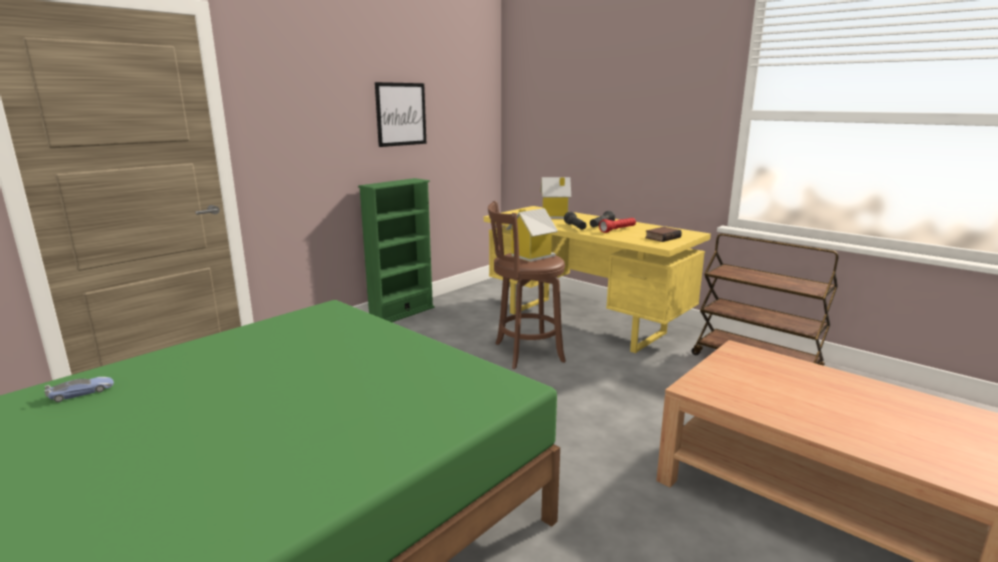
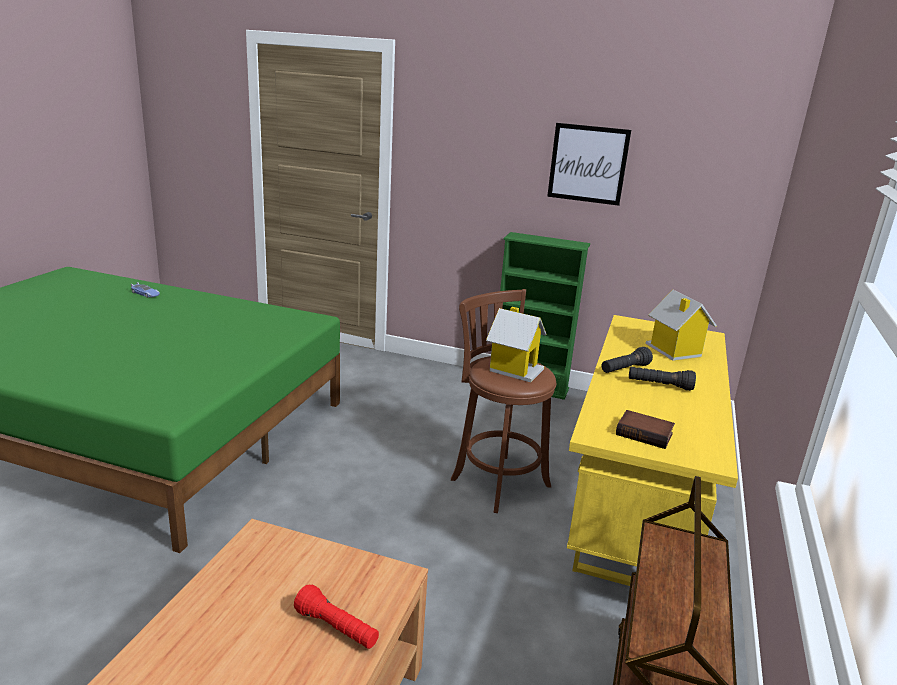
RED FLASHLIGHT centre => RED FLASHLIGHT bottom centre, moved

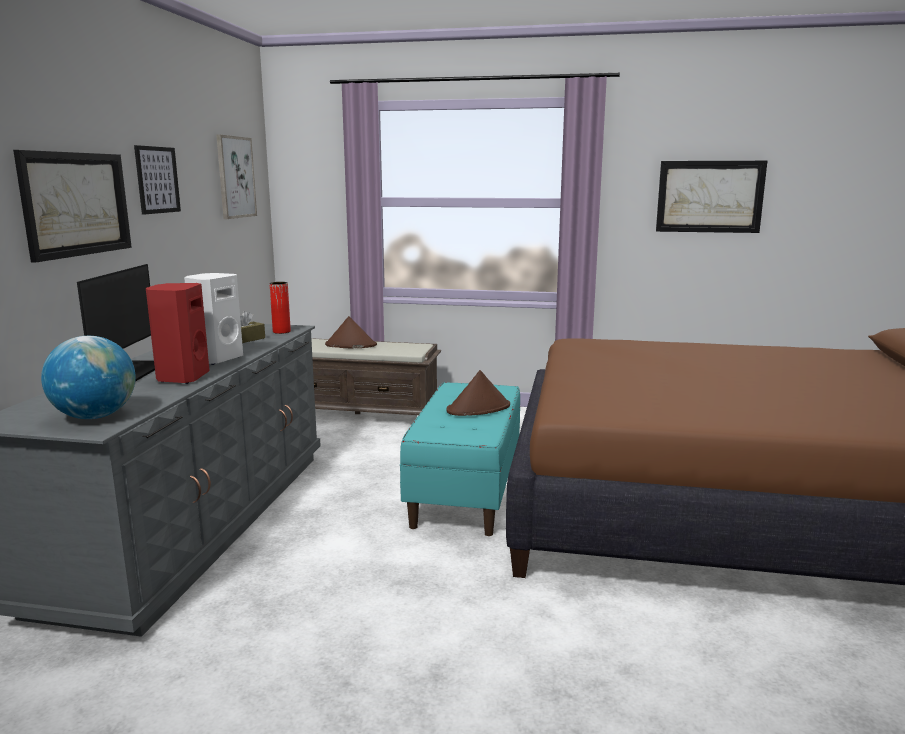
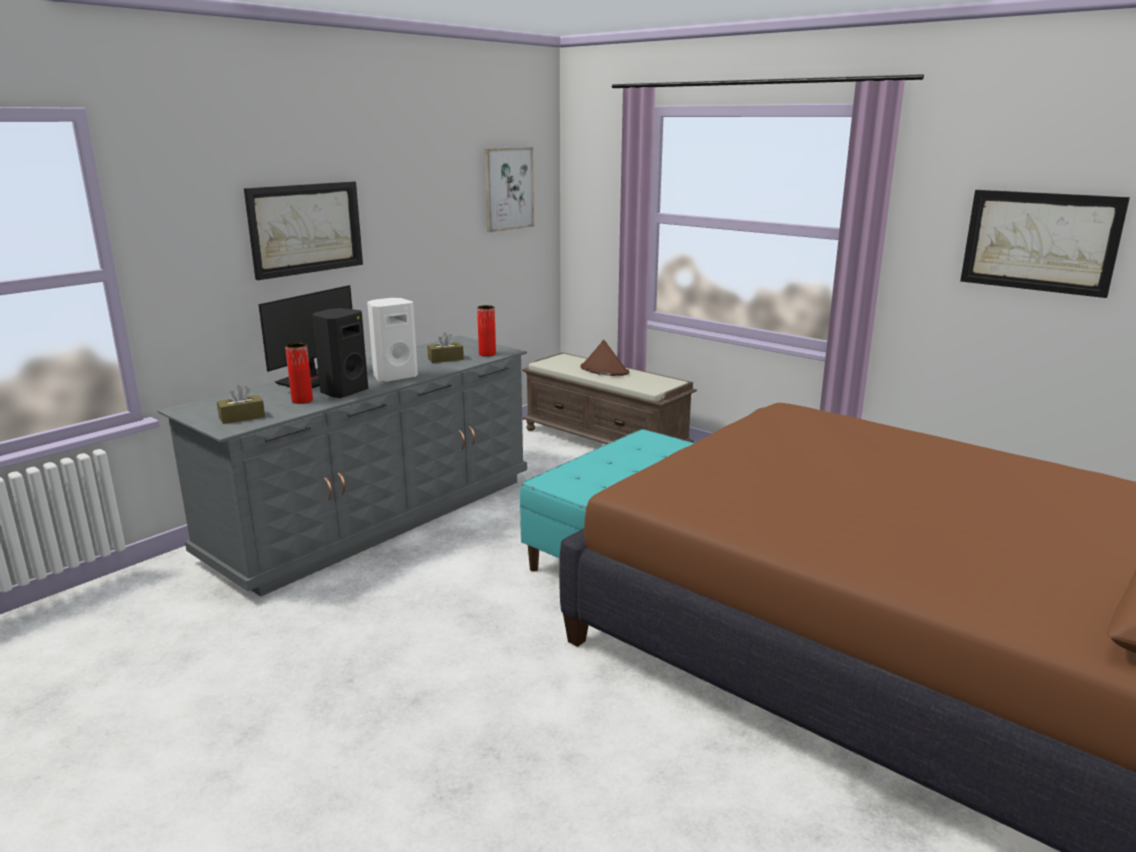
GLOBE middle left => BROWN TISSUE BOX (1st from left) middle left
PICTURE (2nd from left) top left => nothing
RED SPEAKER middle left => BLACK SPEAKER middle left
BROWN HAT (2nd from left) centre => nothing
nothing => RED VASE (1st from left) middle left

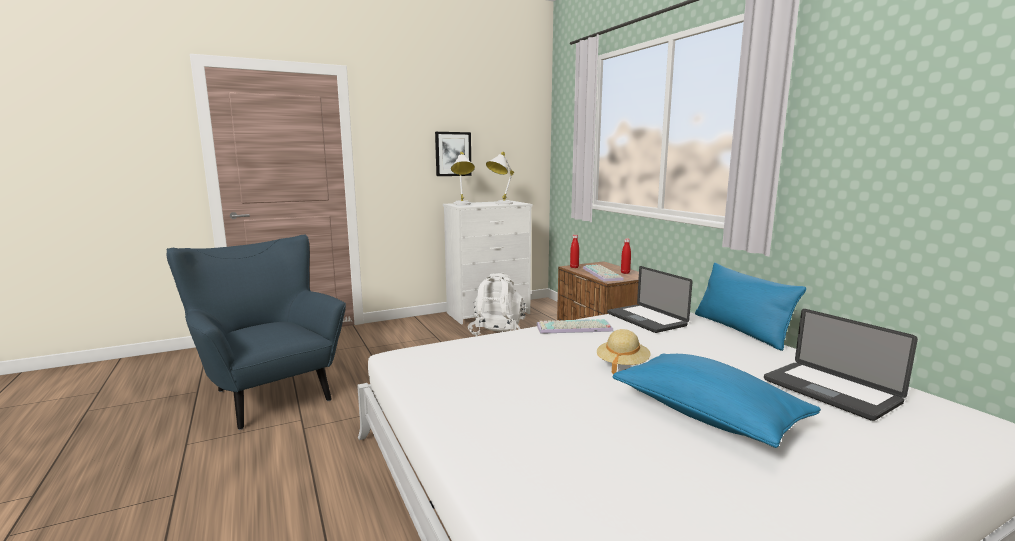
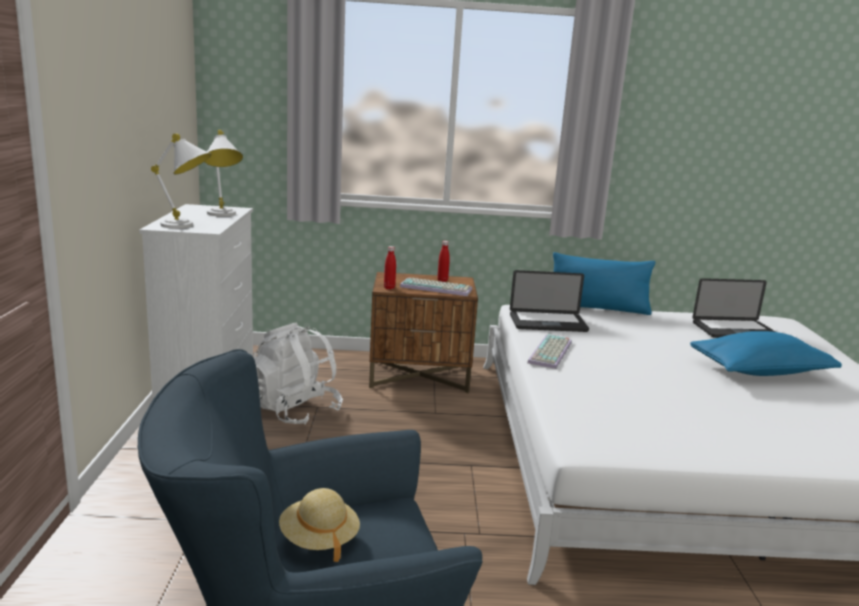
PICTURE top centre => nothing
BEIGE HAT centre => BEIGE HAT bottom centre, moved

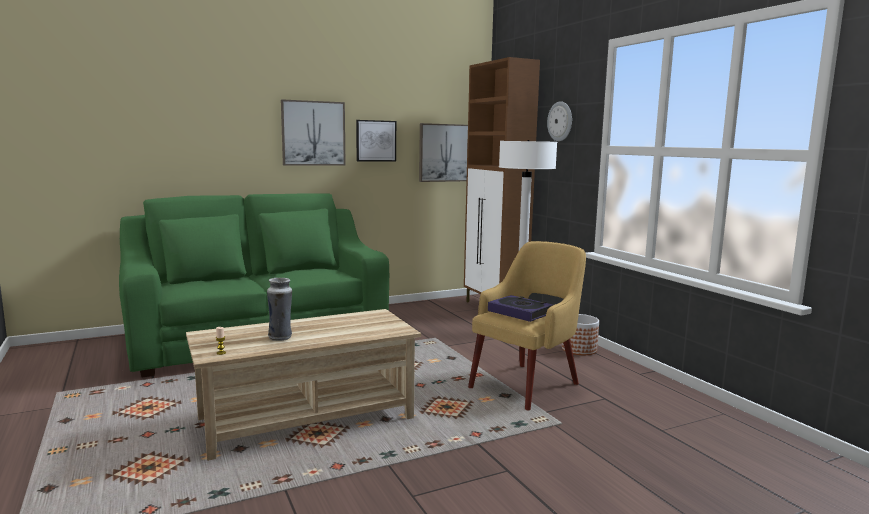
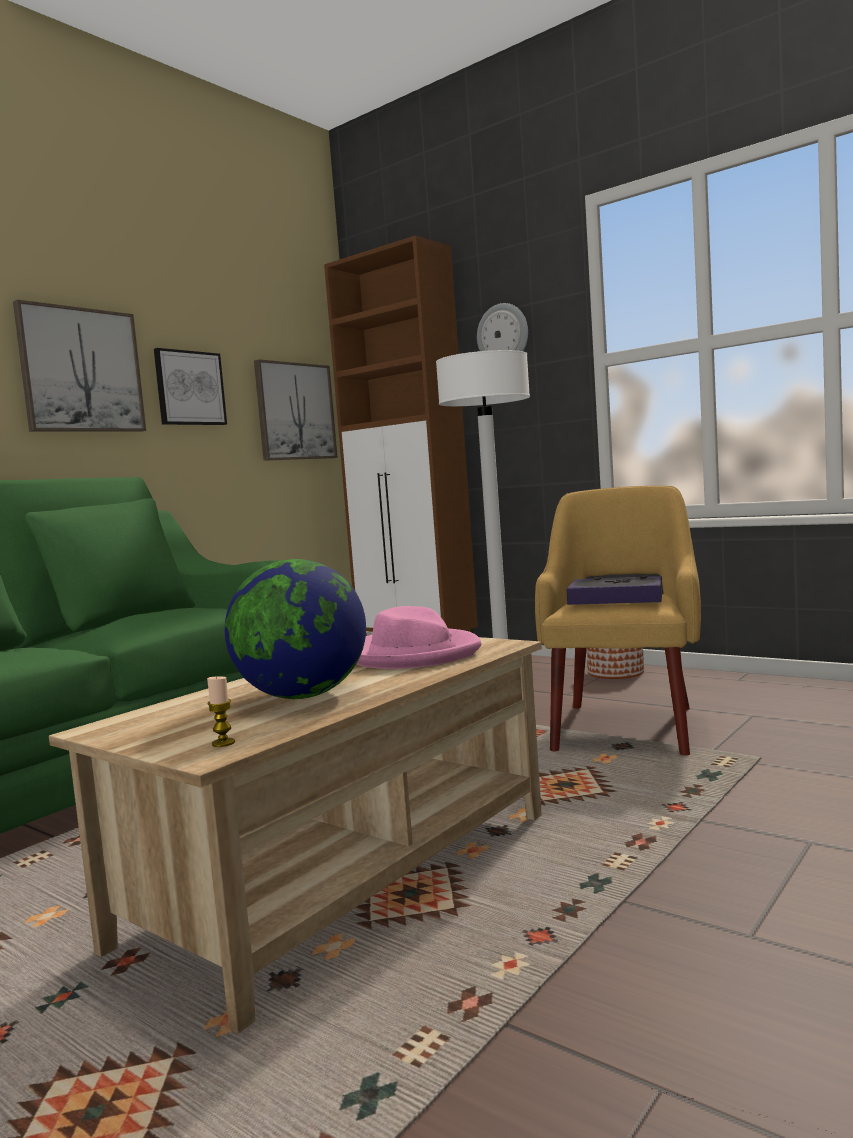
VASE middle left => GLOBE centre
nothing => PINK HAT centre

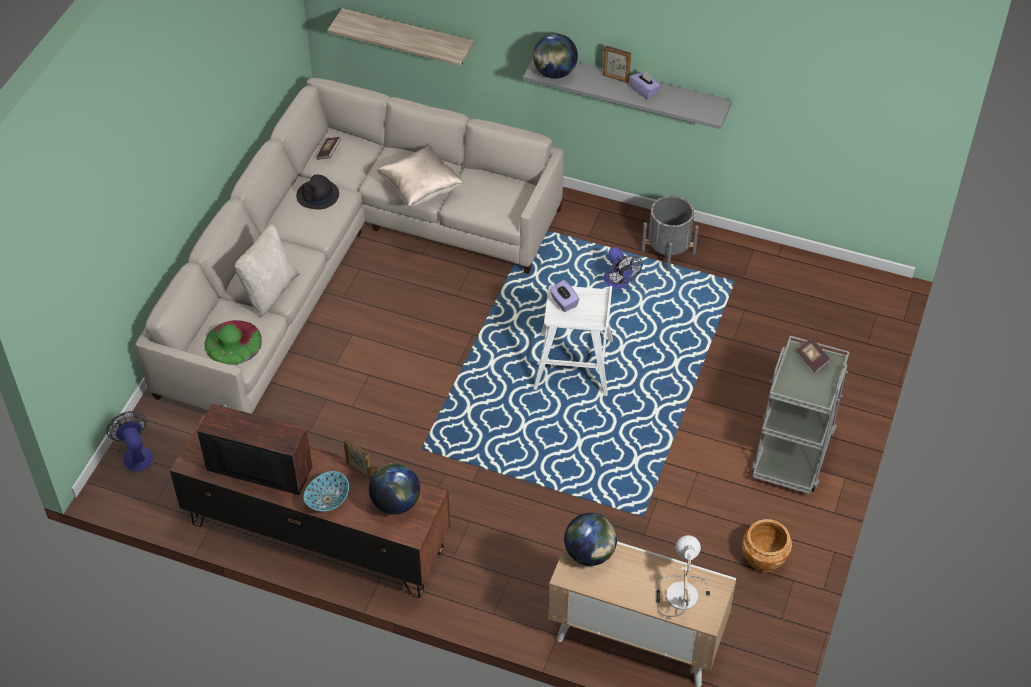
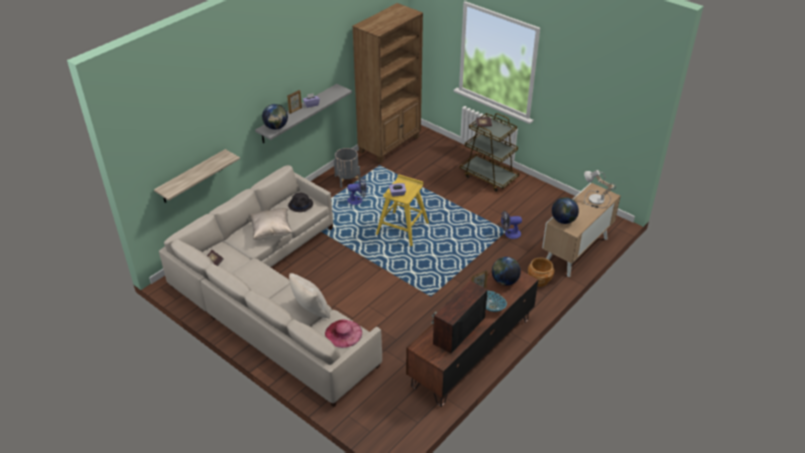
FAN (1st from left in the first image) middle left => FAN (2nd from left) centre, moved
GREEN HAT middle left => PINK HAT bottom centre
BLACK HAT top left => BLACK HAT centre, moved
WHITE STOOL centre => YELLOW STOOL centre
BROWN PLANTER bottom right => BROWN PLANTER middle right, moved
GREY CART middle right => BROWN CART centre
nothing => BROWN BOOKCASE top centre

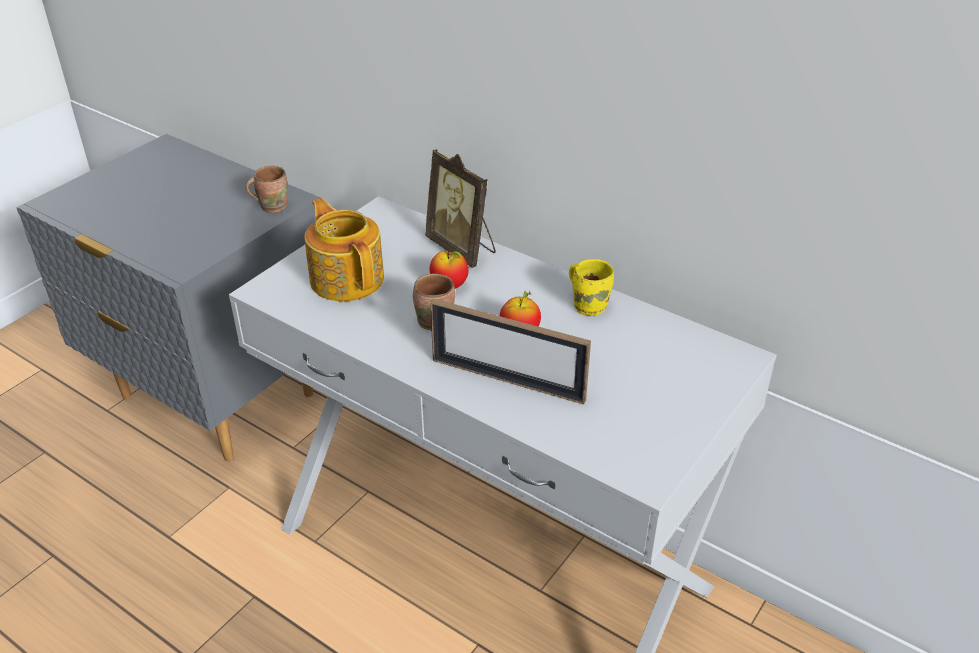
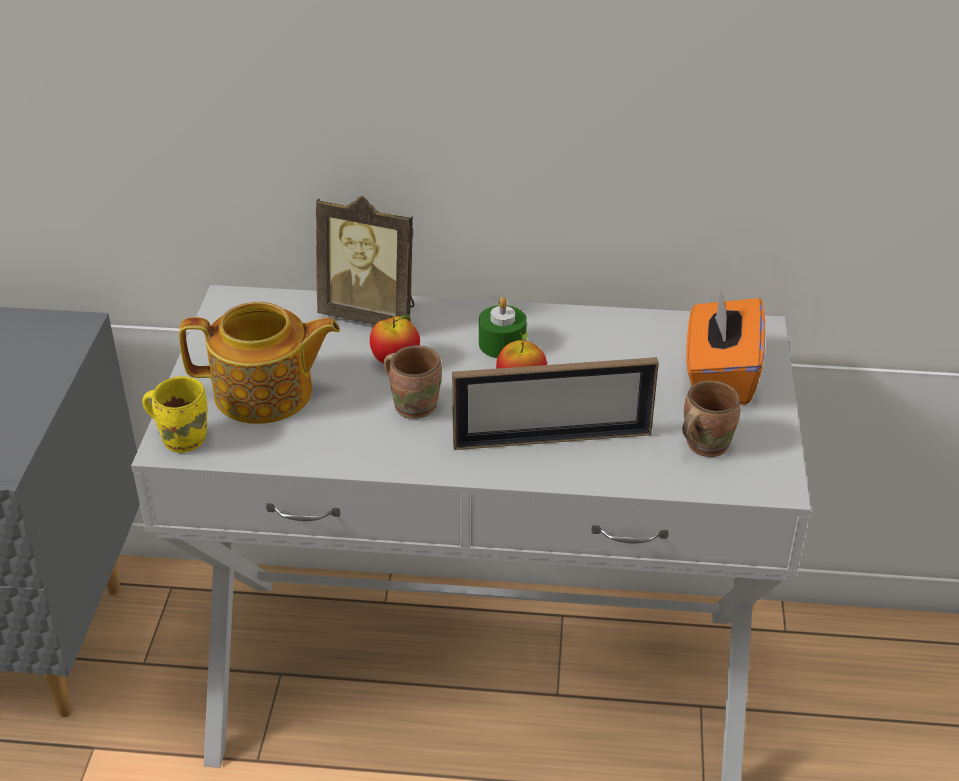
BROWN MUG (1st from left in the first image) top left => BROWN MUG (2nd from left) middle right, moved
TEAPOT centre => TEAPOT middle left, 150 degrees clockwise
YELLOW MUG centre => YELLOW MUG middle left, moved
nothing => GREEN CANDLE centre
nothing => ORANGE TISSUE BOX middle right

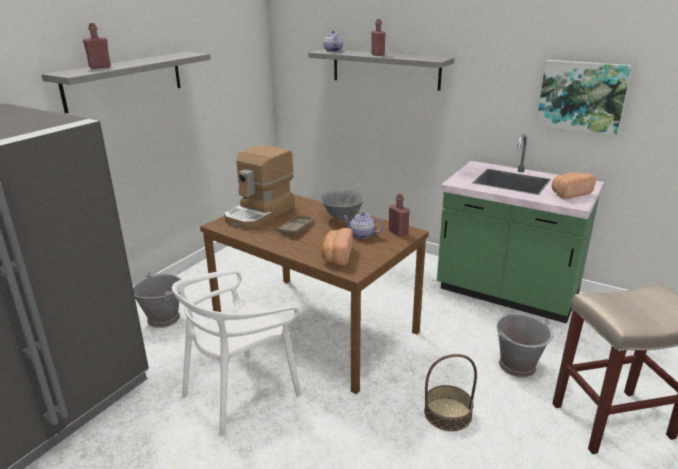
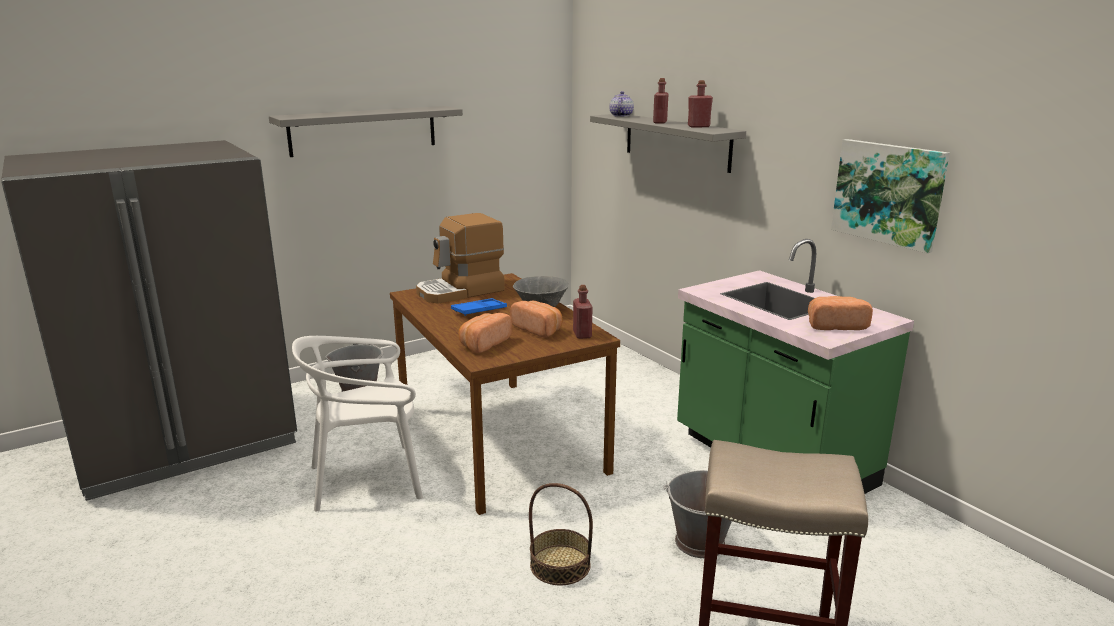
RED BOTTLE (1st from left in the first image) top left => RED BOTTLE (3rd from left) top centre, moved
BROWN TRAY centre => BLUE TRAY centre
TEAPOT (2nd from left) centre => BREAD (2nd from left) centre

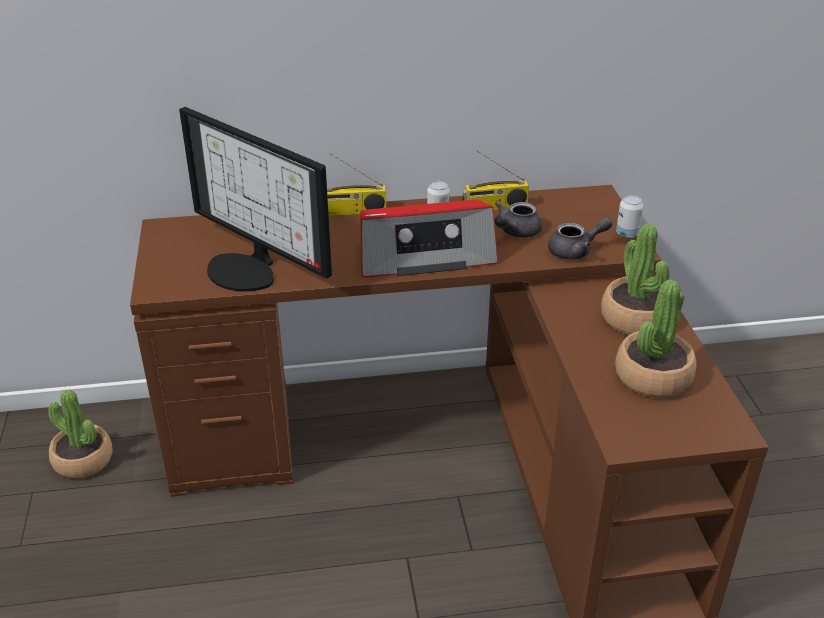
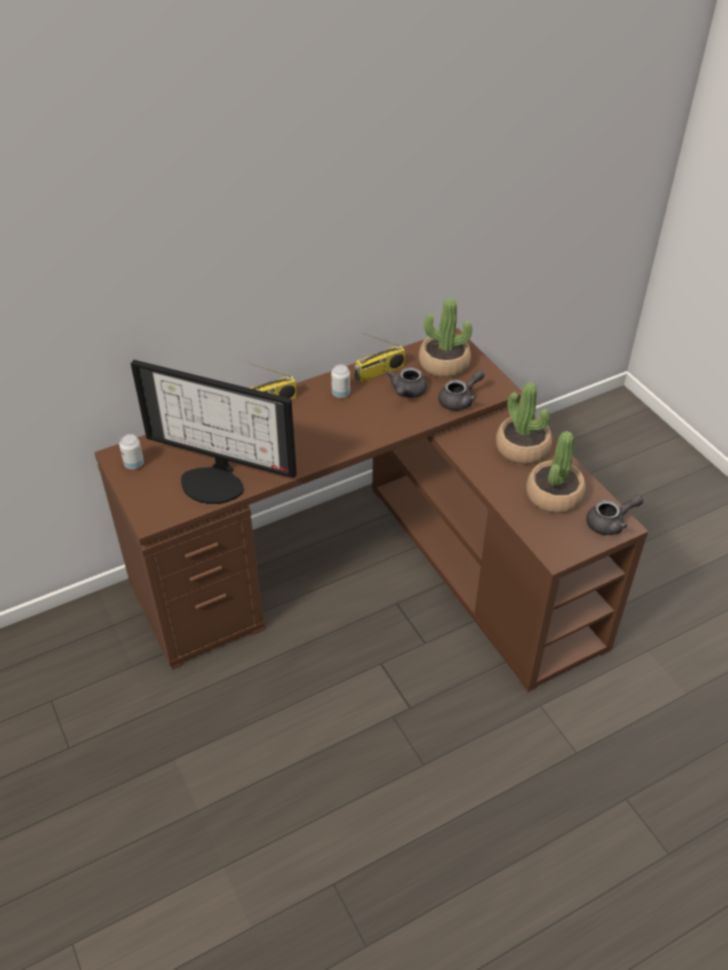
POTTED PLANT (1st from left) bottom left => POTTED PLANT (1st from left) centre, moved
RADIO (2nd from left) centre => nothing
CAN (2nd from left in the first image) middle right => CAN (1st from left) middle left, moved
nothing => GREY TEAPOT (3rd from left) middle right

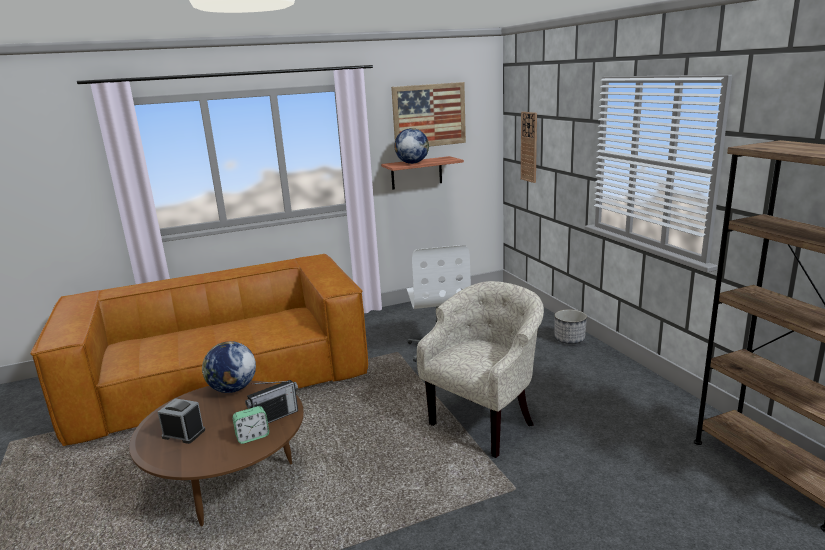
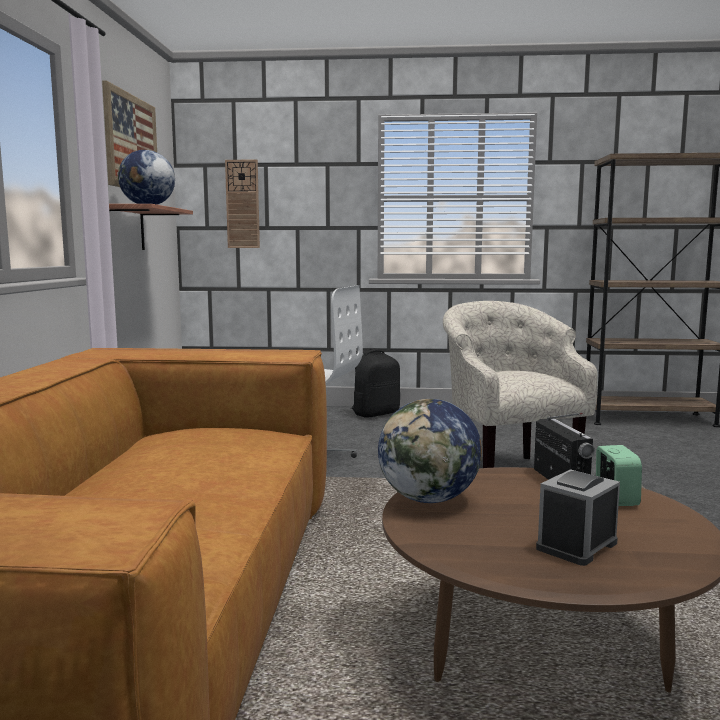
PLANTER middle right => BLACK BACKPACK centre

